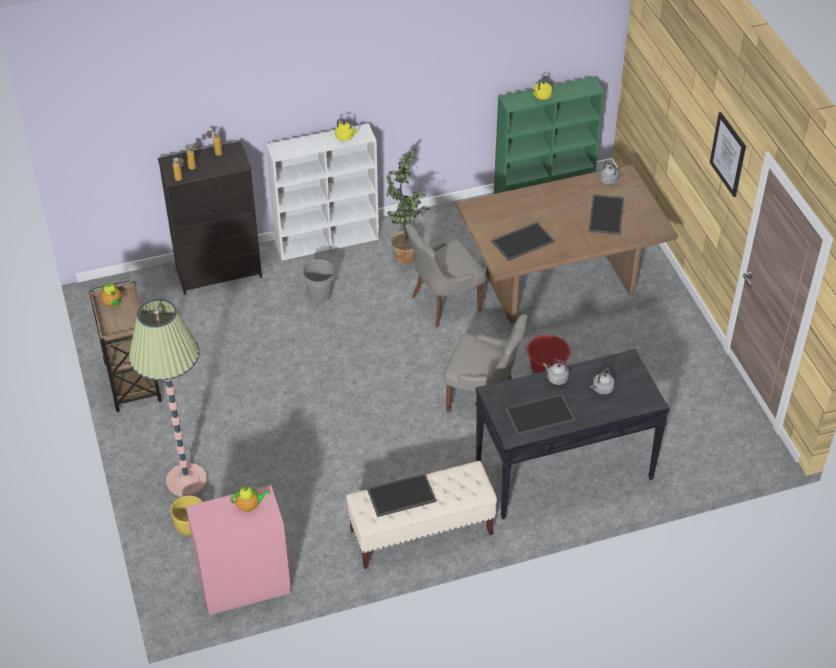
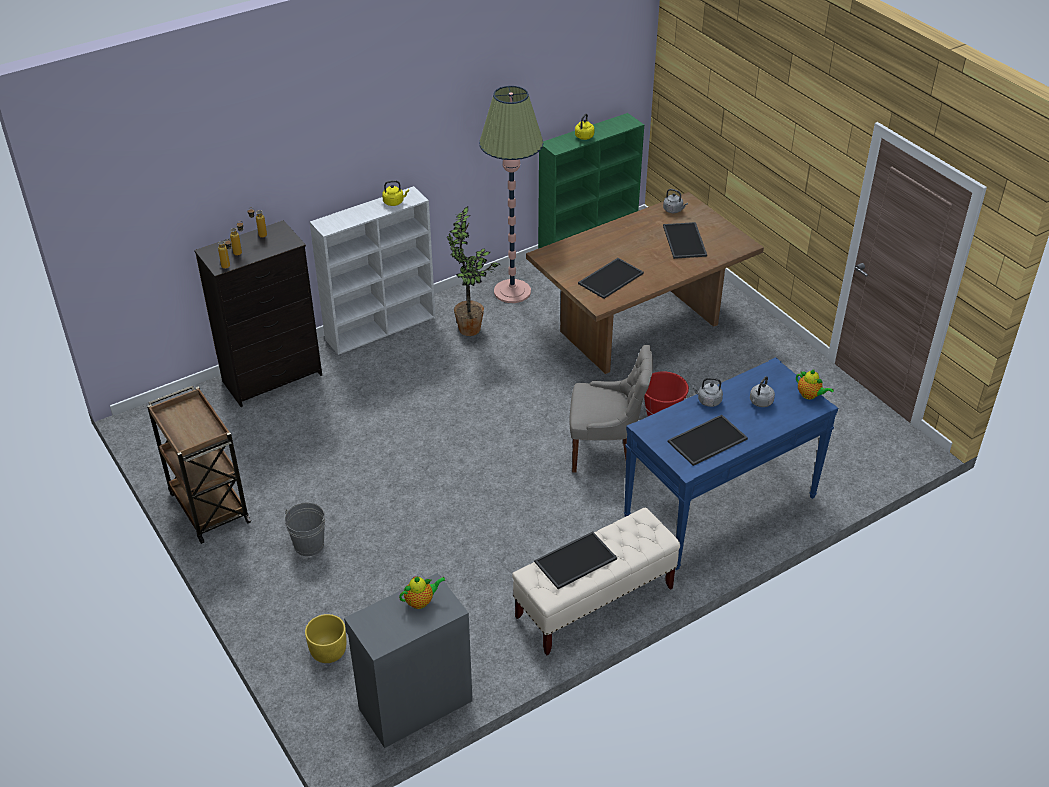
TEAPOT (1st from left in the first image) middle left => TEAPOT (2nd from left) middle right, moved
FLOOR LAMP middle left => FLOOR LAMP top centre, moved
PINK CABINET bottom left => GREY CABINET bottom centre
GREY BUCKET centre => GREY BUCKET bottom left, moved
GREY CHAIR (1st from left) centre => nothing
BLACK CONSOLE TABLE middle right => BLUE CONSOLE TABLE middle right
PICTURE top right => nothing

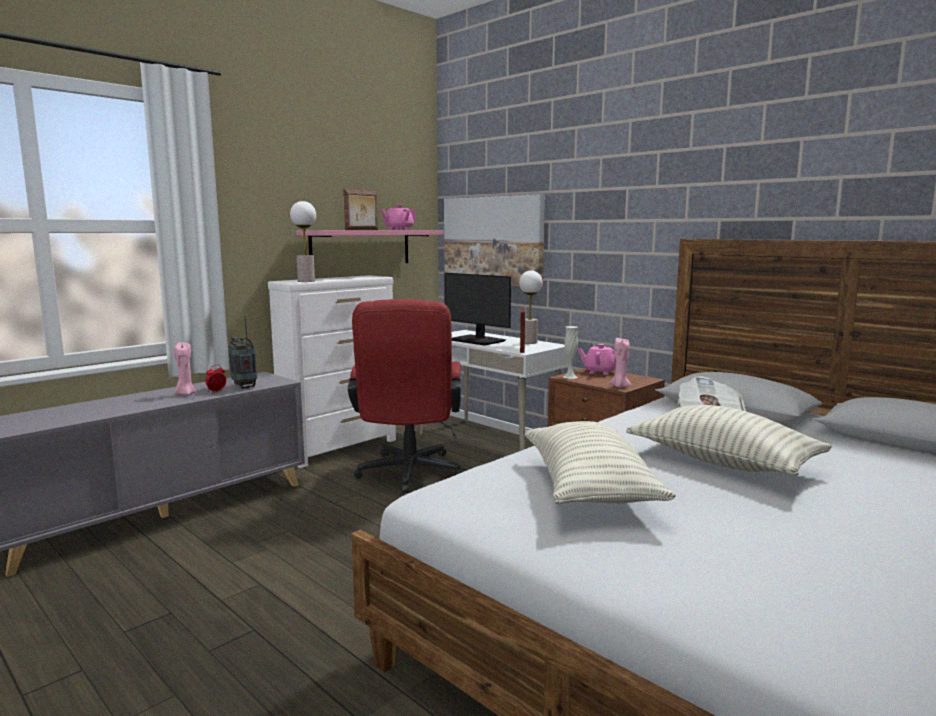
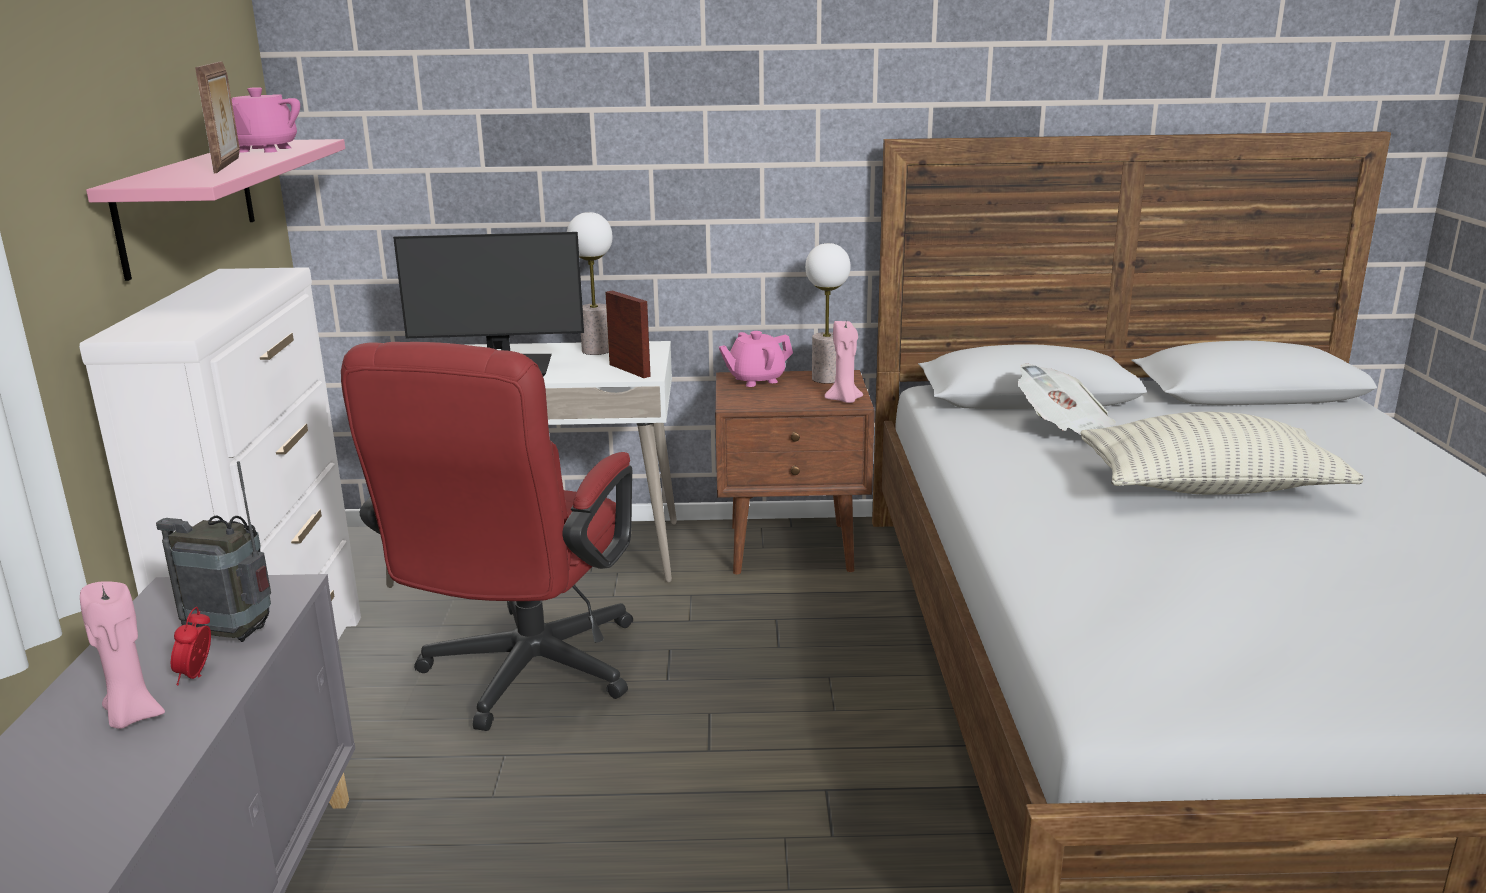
TABLE LAMP (1st from left in the first image) middle left => TABLE LAMP (2nd from left) centre, moved
RED OFFICE CHAIR centre => RED OFFICE CHAIR middle left, 60 degrees clockwise
PICTURE centre => nothing
PILLOW (1st from left) centre => nothing
WHITE VASE centre => nothing

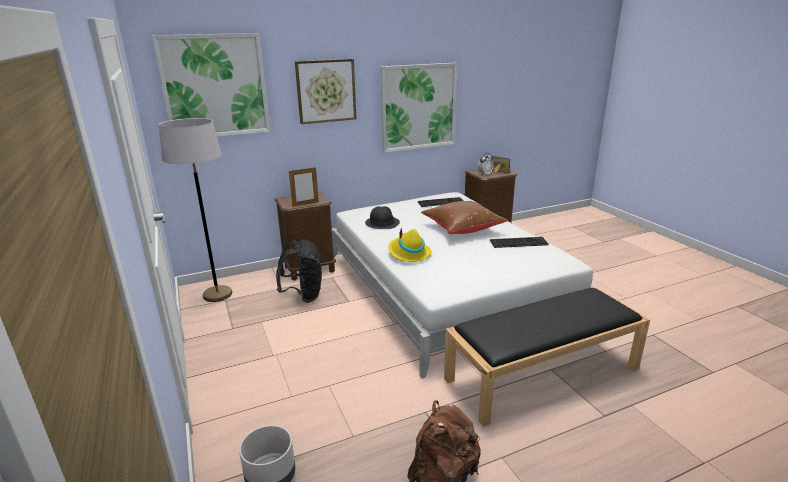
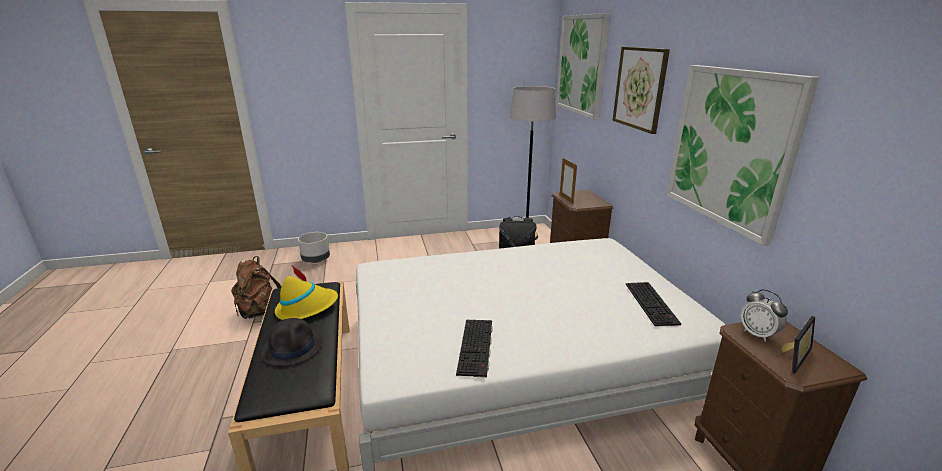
BLACK HAT centre => BLACK HAT bottom left, moved
YELLOW HAT centre => YELLOW HAT middle left, moved
BROWN PILLOW centre => nothing

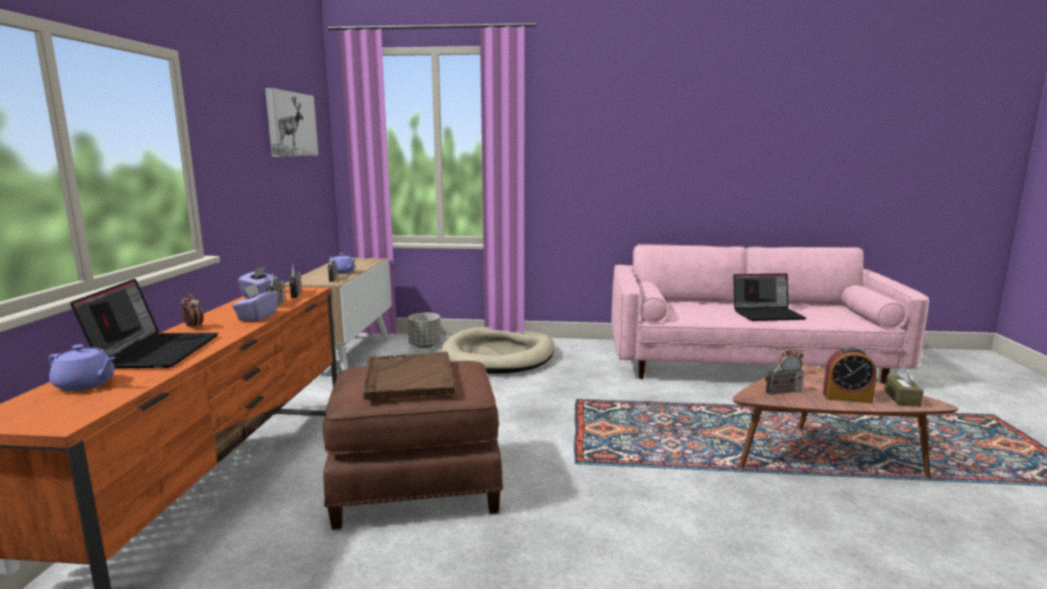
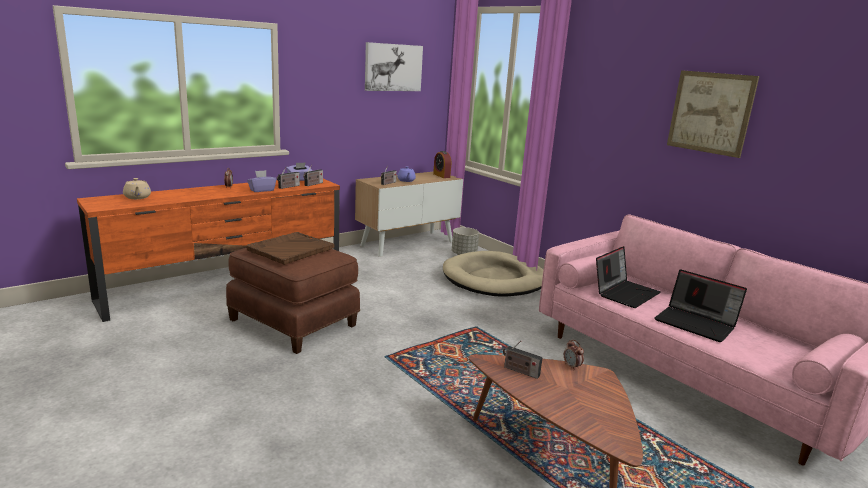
PURPLE TEAPOT (1st from left) middle left => BEIGE TEAPOT middle left
LAPTOP (1st from left) middle left => LAPTOP (1st from left) middle right, moved
ALARM CLOCK (3rd from left in the first image) middle right => ALARM CLOCK (2nd from left) centre, moved
BROWN TISSUE BOX middle right => nothing
nothing => PICTURE (2nd from left) top right

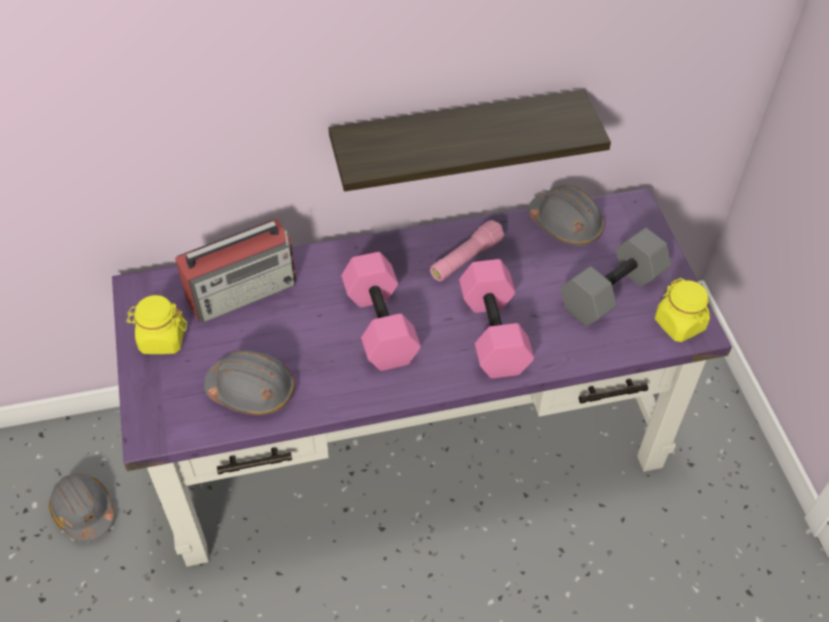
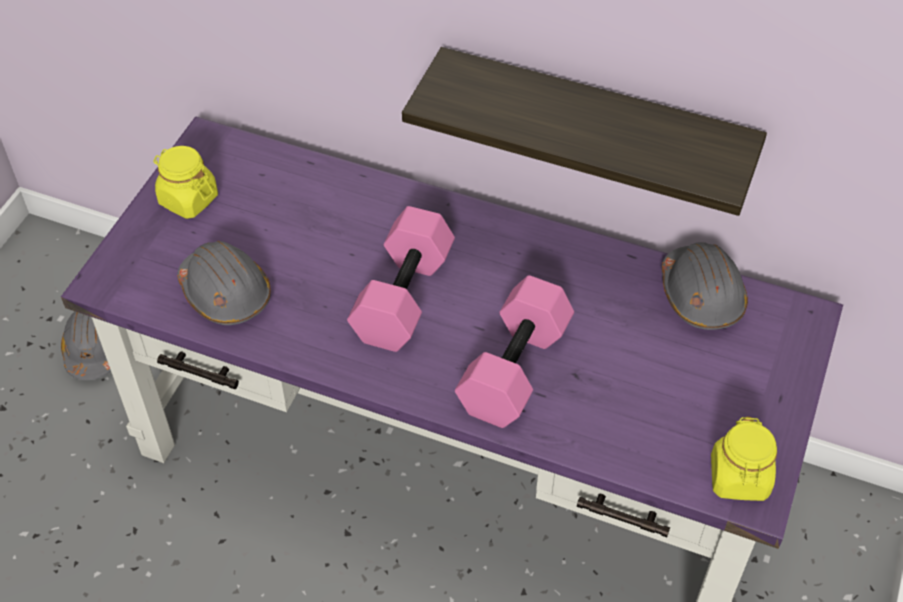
RADIO middle left => nothing
PINK FLASHLIGHT centre => nothing
GREY DUMBBELL middle right => nothing

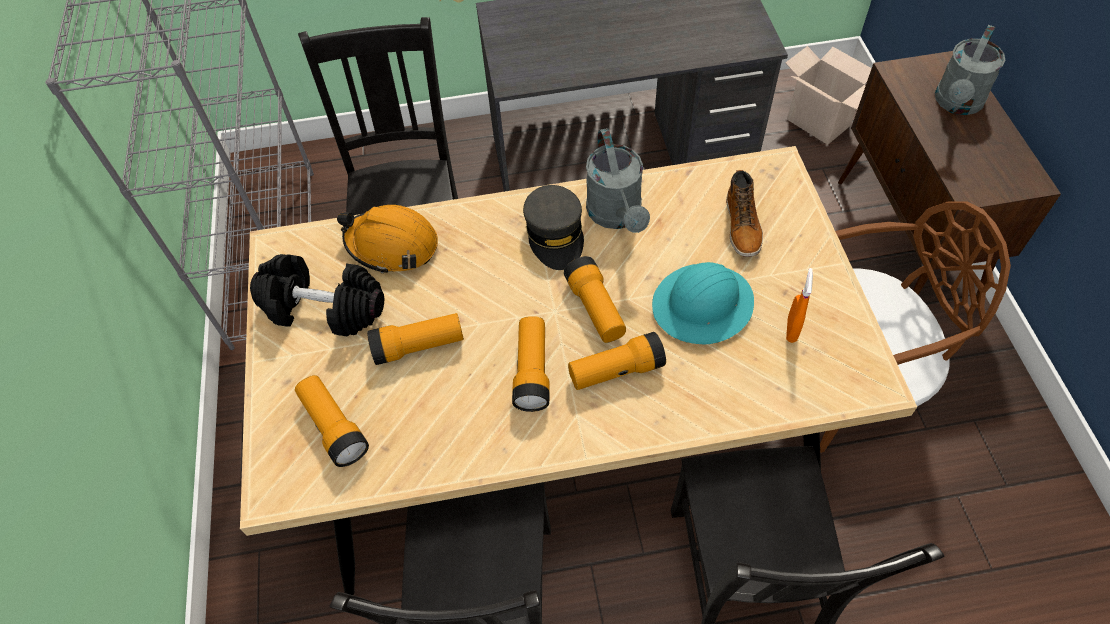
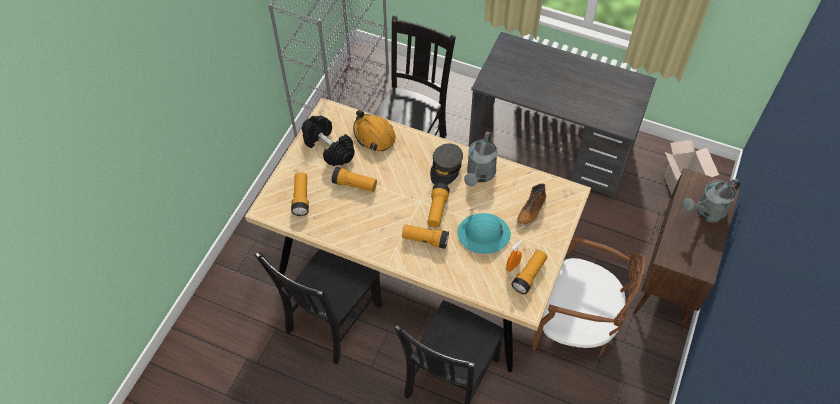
FLASHLIGHT (3rd from left in the first image) centre => FLASHLIGHT (5th from left) bottom centre, moved

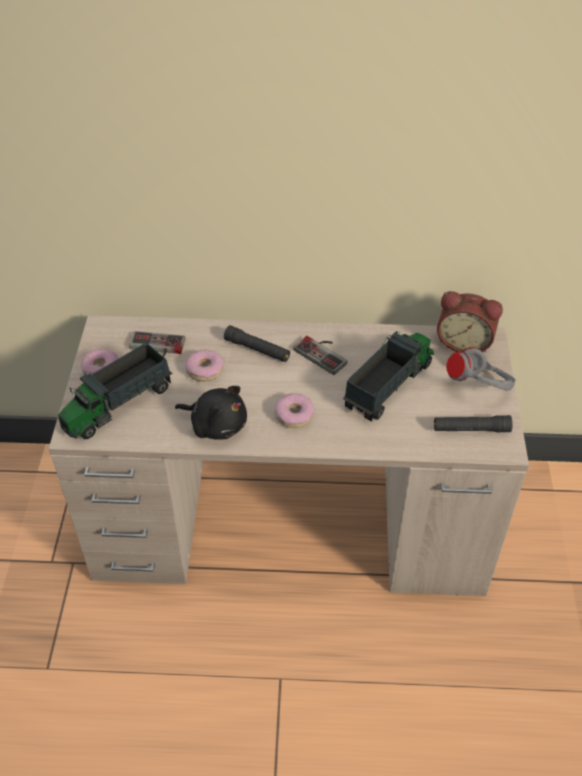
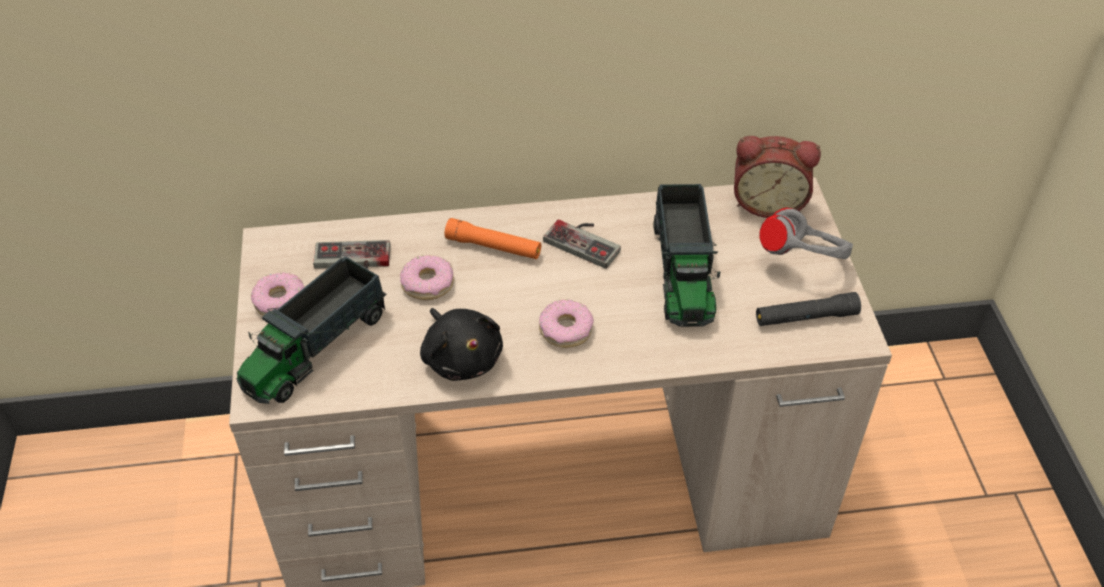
BLACK PLUSH TOY centre, 45 degrees clockwise
BLACK FLASHLIGHT (1st from left) centre => ORANGE FLASHLIGHT centre
TOY TRUCK (2nd from left) middle right => TOY TRUCK (2nd from left) centre, 150 degrees clockwise

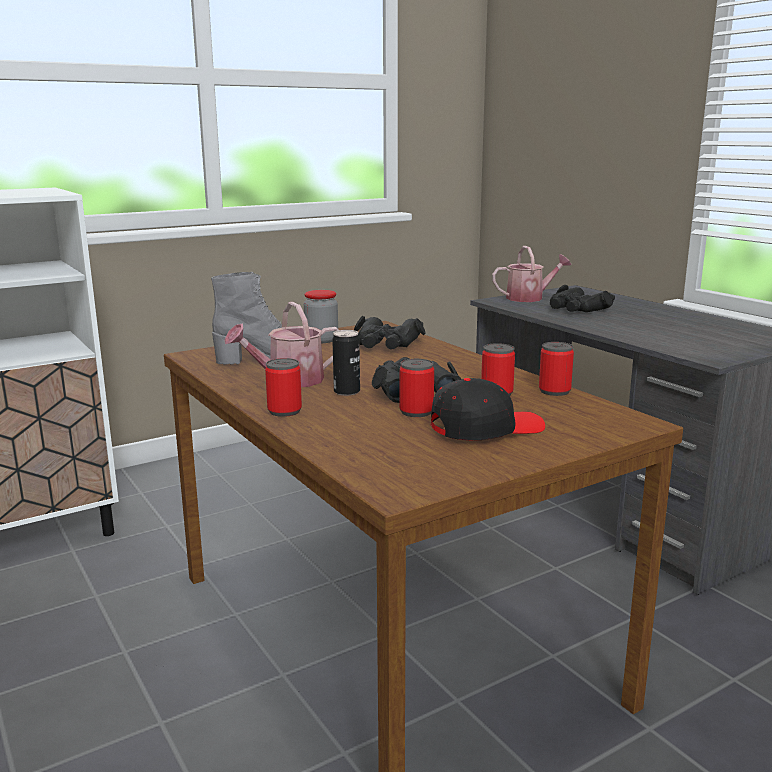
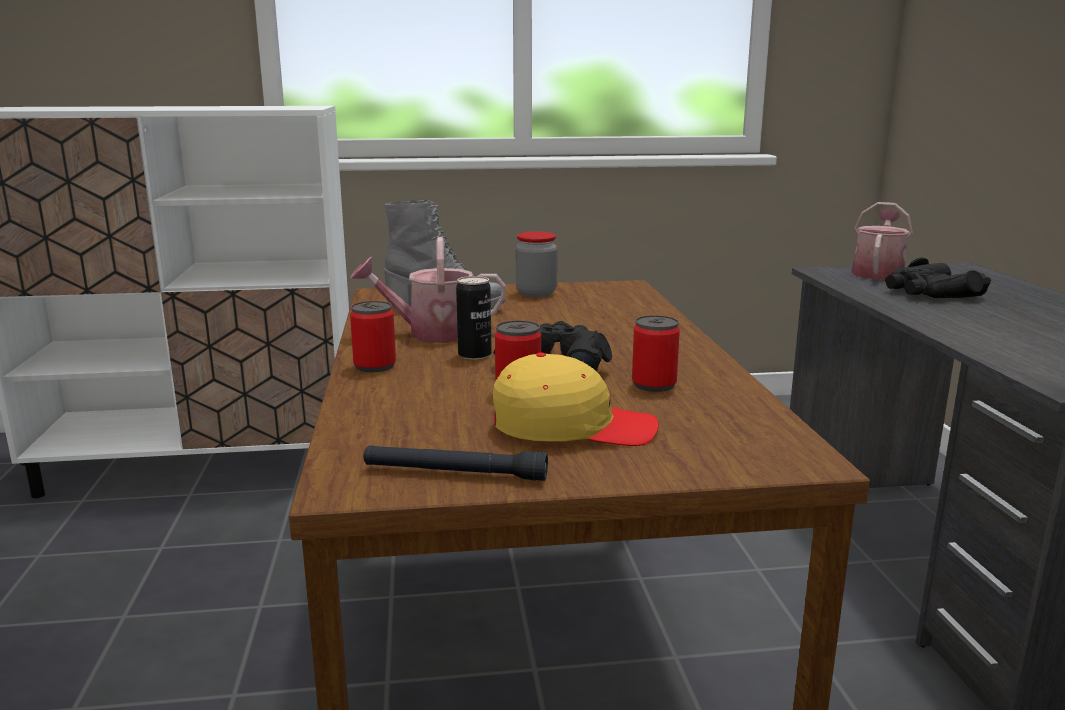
BLACK BINOCULARS (1st from left) centre => nothing
BLACK CAP centre => YELLOW CAP centre
WATERING CAN (2nd from left) middle right, 75 degrees counterclockwise
CAN (5th from left) middle right => nothing
nothing => BLACK FLASHLIGHT centre

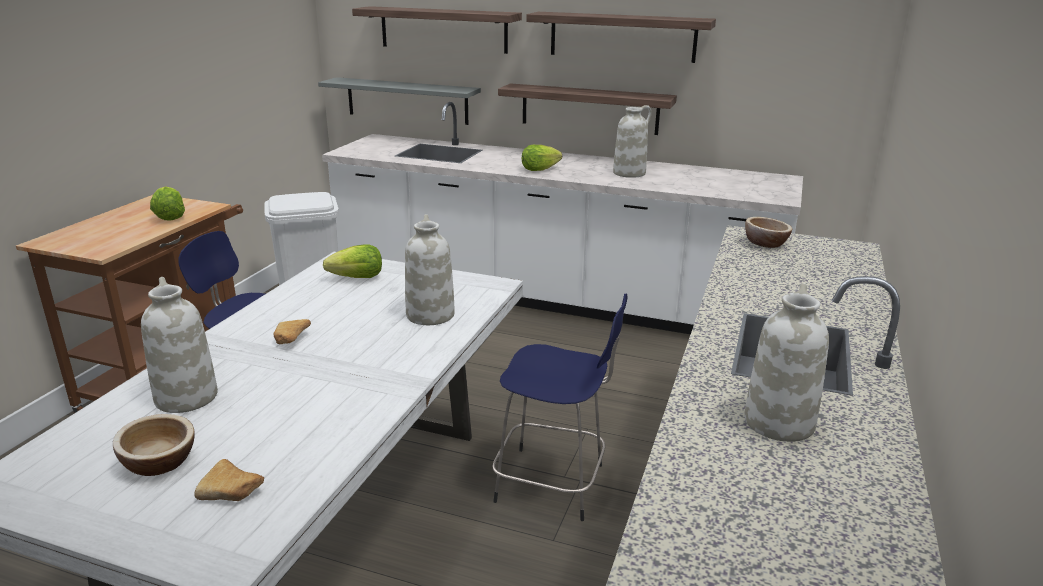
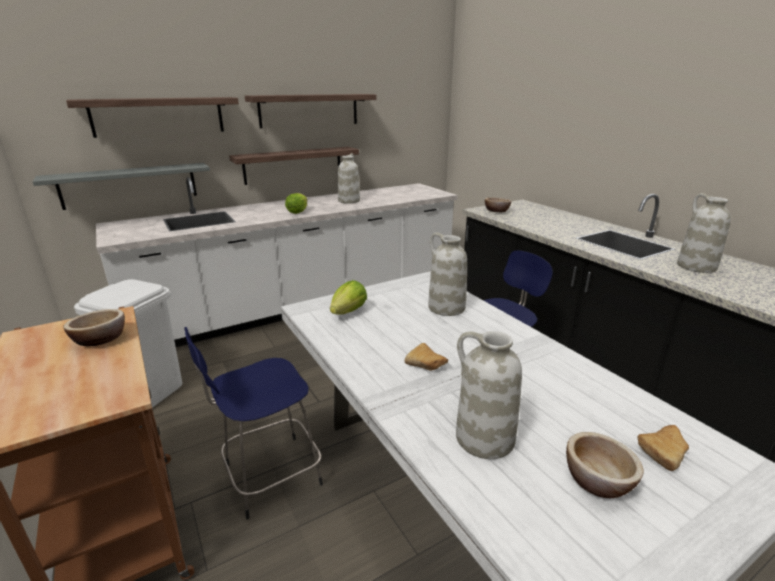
LETTUCE (1st from left) middle left => BOWL (1st from left) middle left

